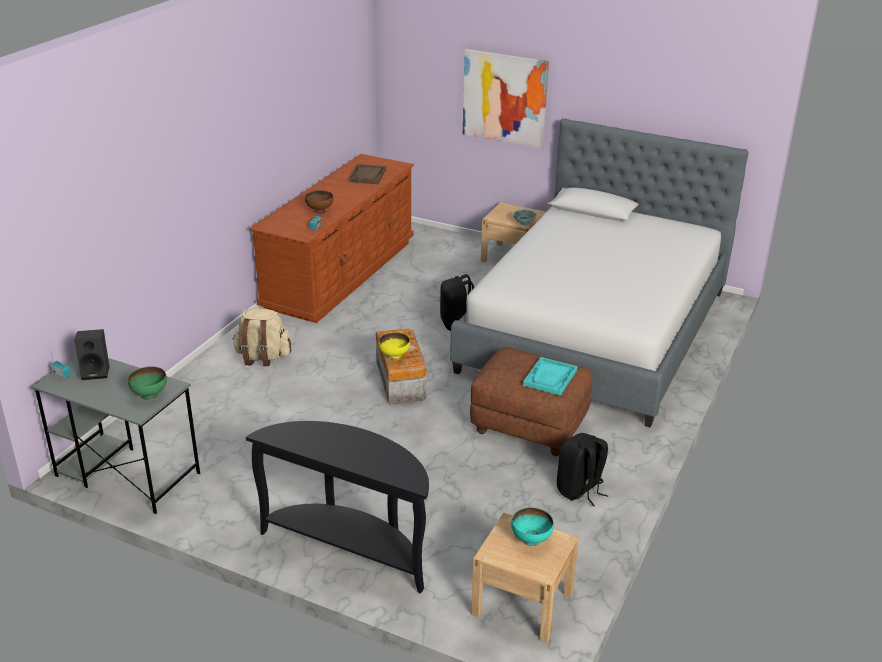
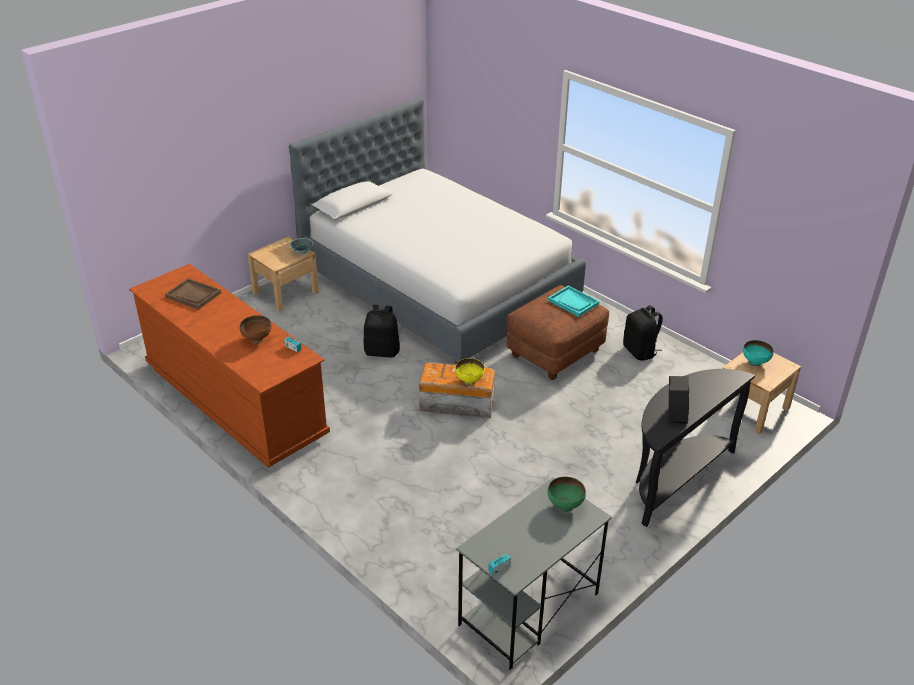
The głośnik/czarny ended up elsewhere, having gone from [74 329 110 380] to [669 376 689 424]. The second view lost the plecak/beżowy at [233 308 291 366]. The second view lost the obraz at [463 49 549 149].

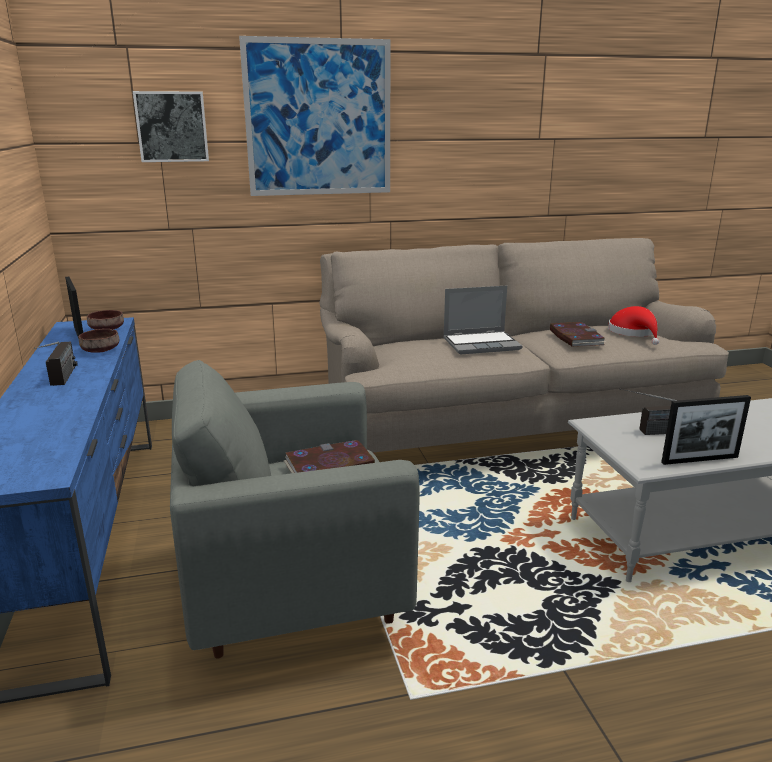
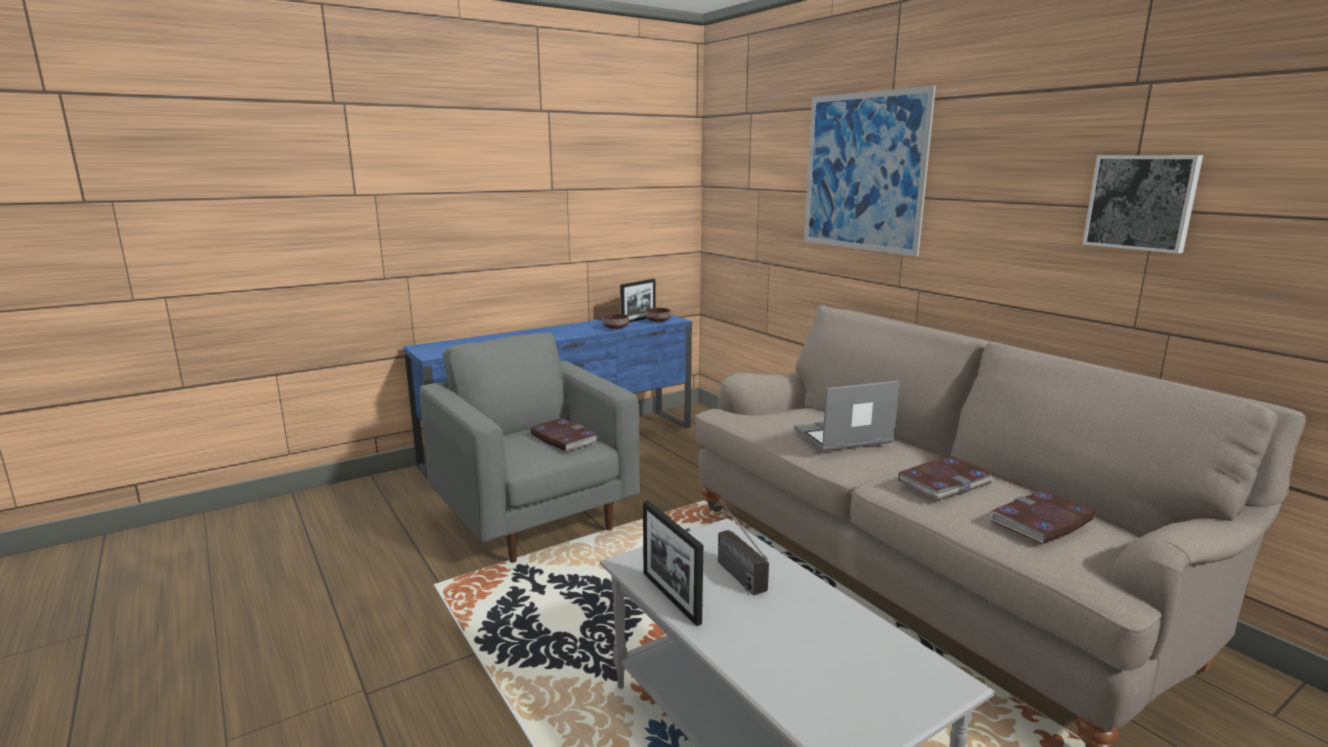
The laptop at [443 286 522 355] ended up facing another way, 105 degrees clockwise from before. Where the kapelusz/czerwony stood at [608 306 659 345], the książka came to stand at [990 491 1095 544]. The obraz ended up elsewhere, having gone from [133 91 209 162] to [1082 155 1203 254]. The second view lost the radio at [34 341 78 386].

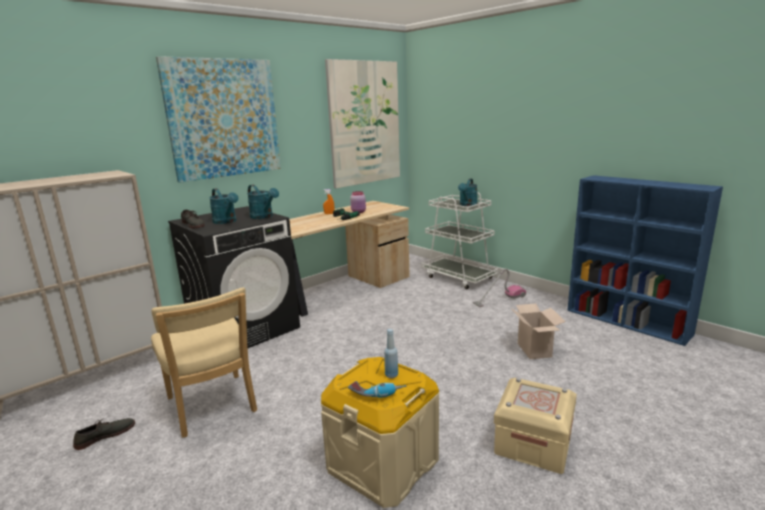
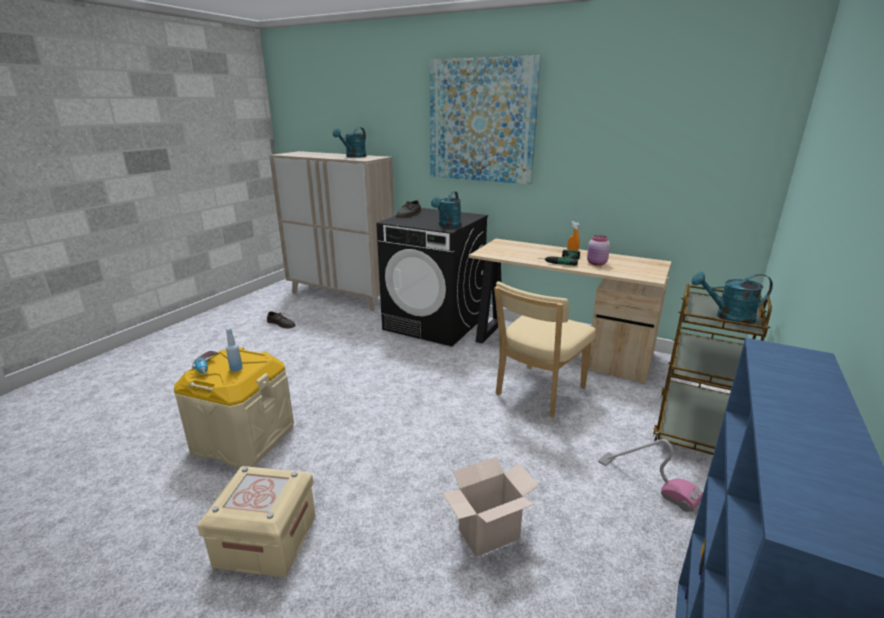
The konewka/turkusowy ended up elsewhere, having gone from [209 188 238 224] to [333 127 367 158]. The krzesło/beżowy ended up elsewhere, having gone from [151 287 257 438] to [494 281 596 417]. What was the wózek/biały at [421 192 498 289] turned into the wózek/brązowy at [653 284 772 455]. The second view lost the obraz at [325 59 400 188].

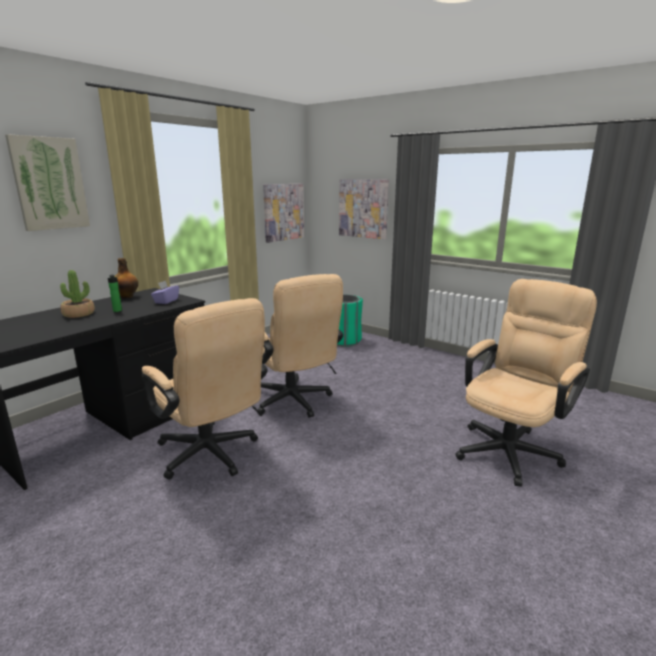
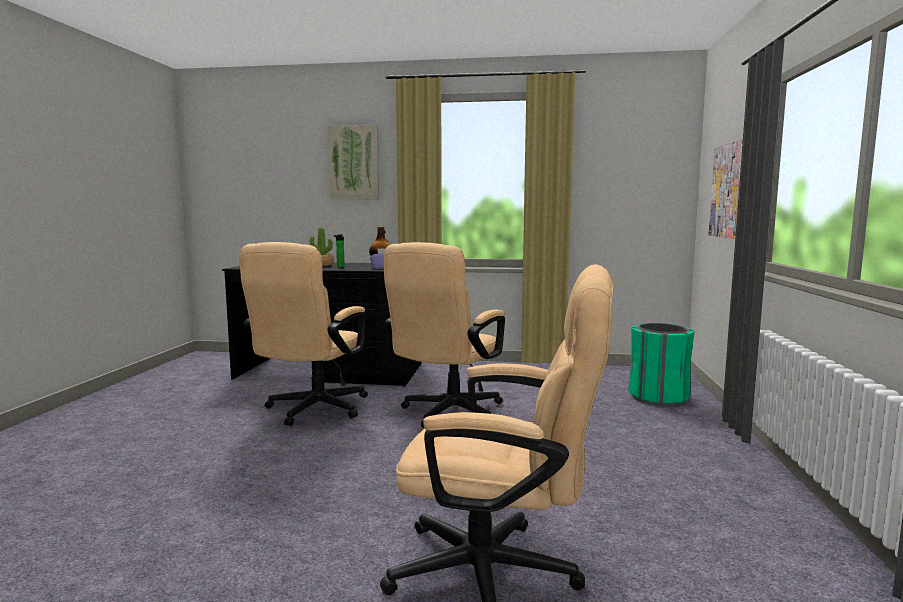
The second view lost the obraz at [263 184 304 243].

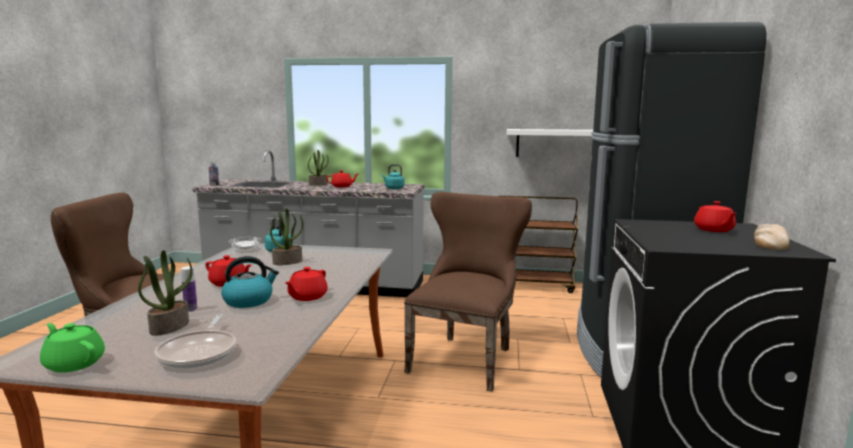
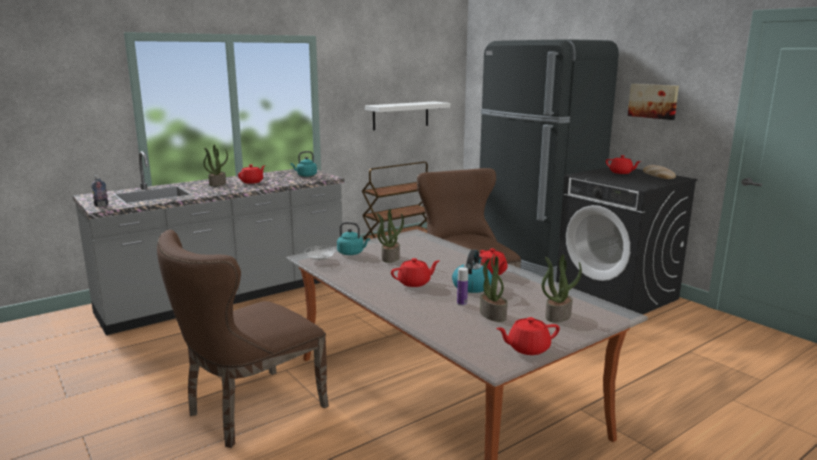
What was the imbryk/zielony at [40 323 105 373] turned into the imbryk/czerwony at [496 317 560 355]. Where the patelnia stood at [155 314 236 369], the roślina doniczkowa came to stand at [542 254 582 323]. The second view gained the obraz at [628 84 679 120].

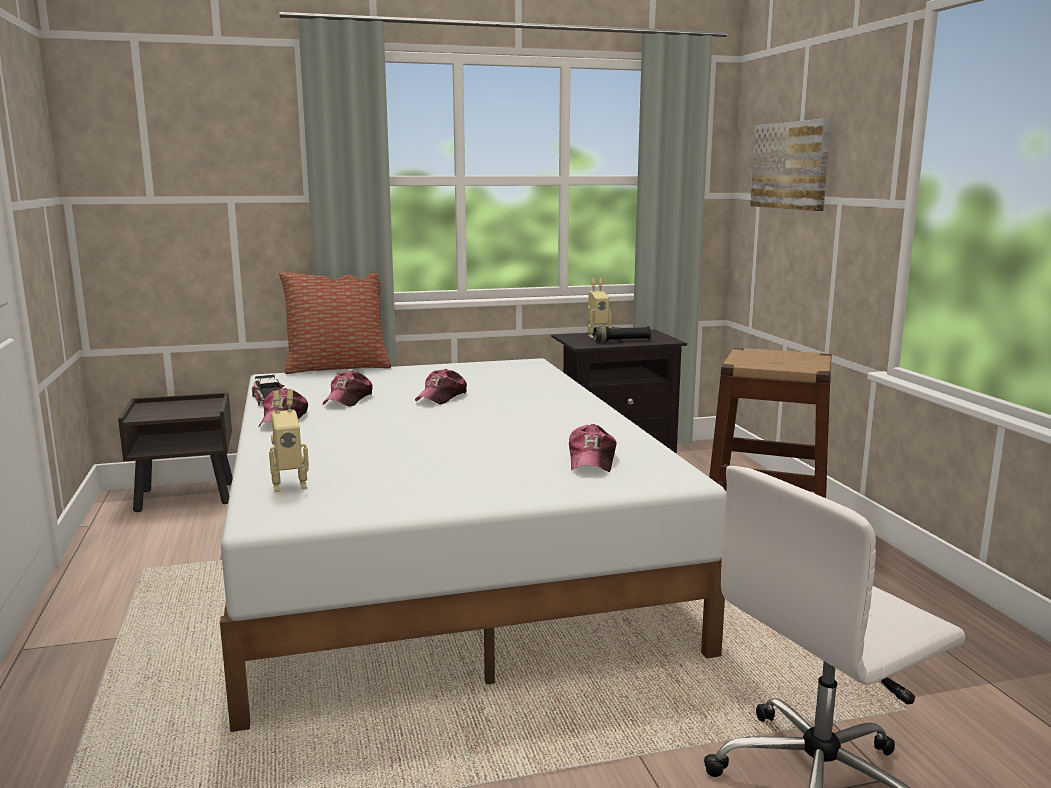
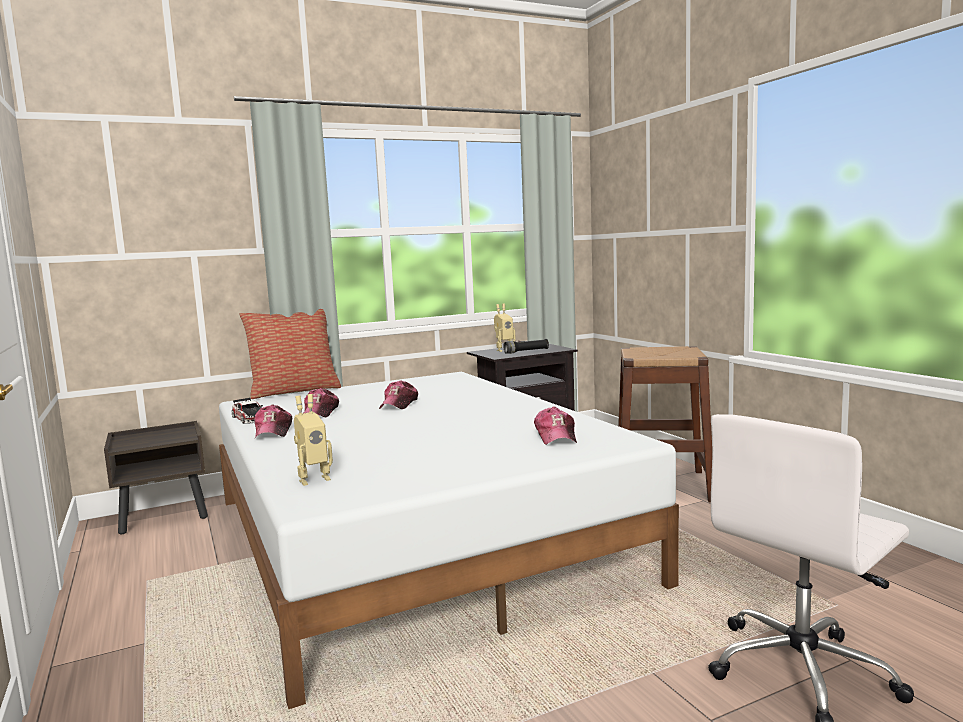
The second view lost the obraz at [750 119 831 211].

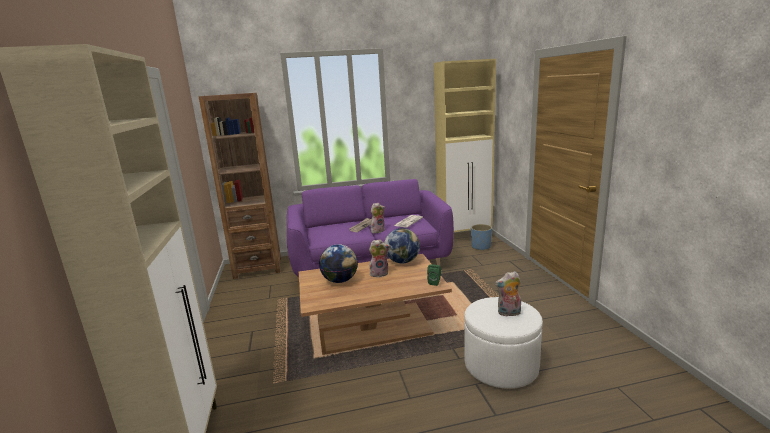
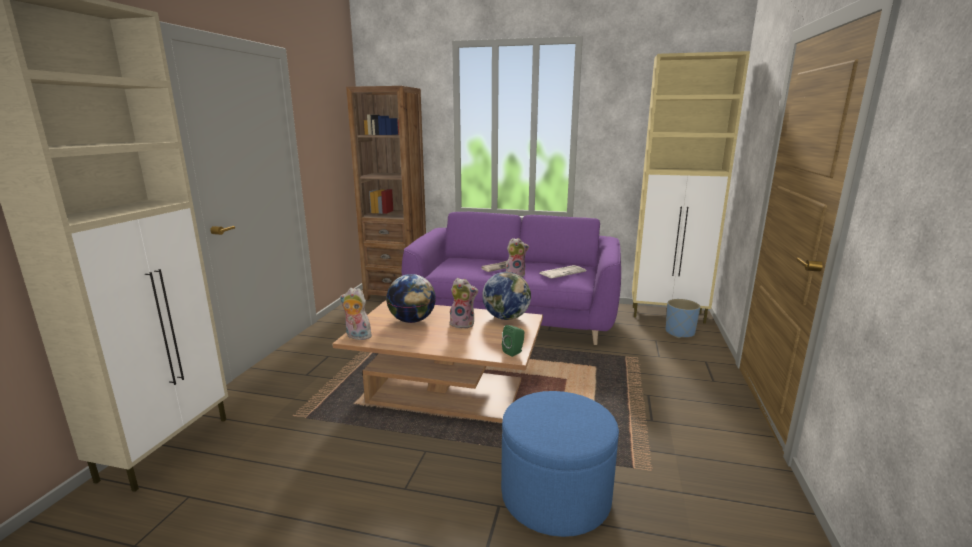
The pluszak ended up elsewhere, having gone from [495 271 521 317] to [340 288 372 340]. What was the pufa/biały at [464 297 543 389] turned into the pufa/niebieski at [501 391 619 537].

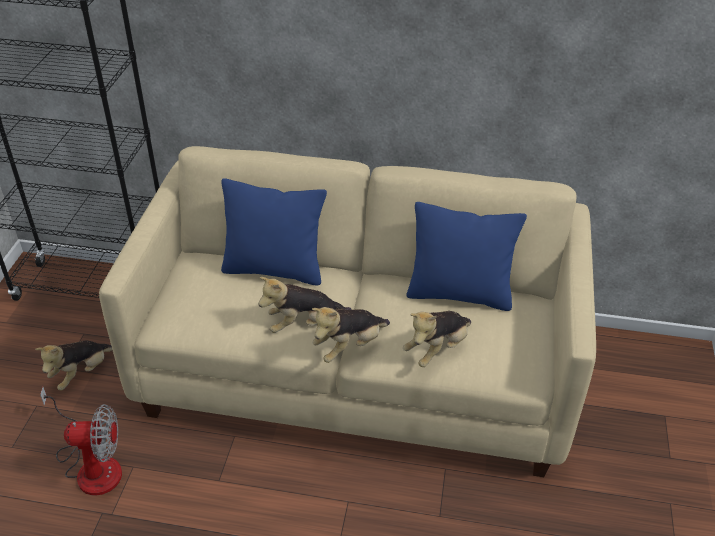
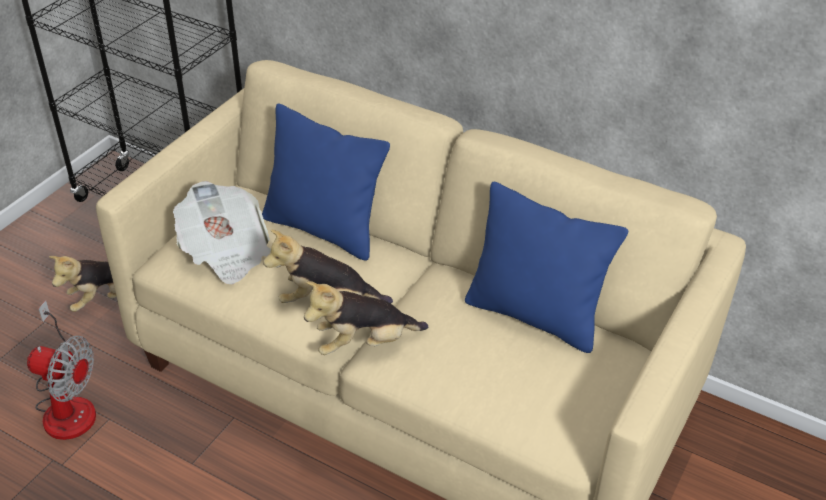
The second view gained the gazeta at [173 181 271 284]. The second view lost the pluszak at [403 311 471 367].

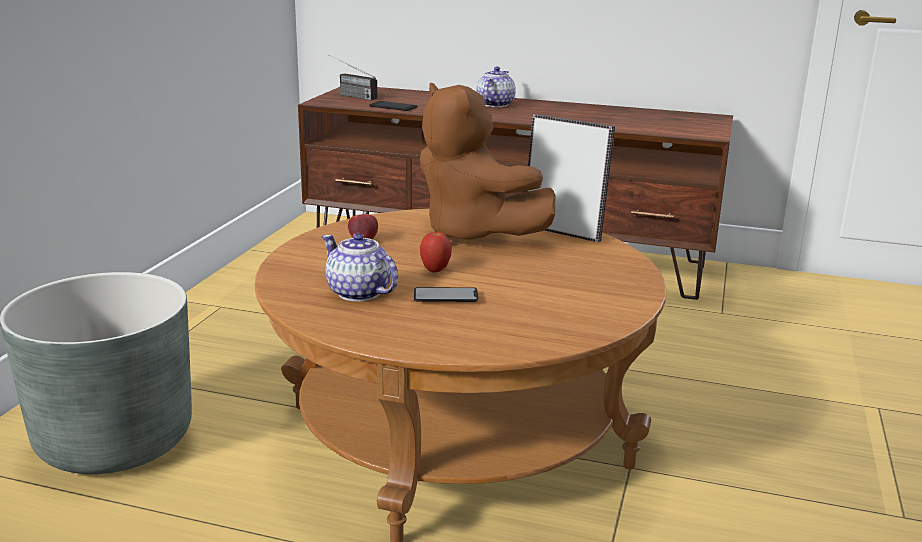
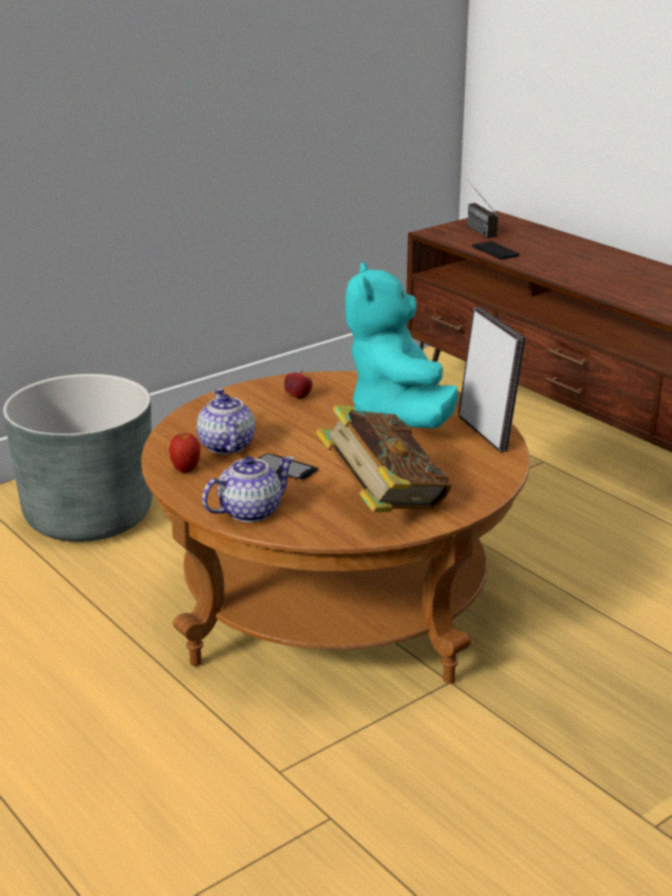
The jabłko ended up elsewhere, having gone from [420 230 452 273] to [169 432 200 473]. The imbryk ended up elsewhere, having gone from [477 66 516 107] to [202 456 295 522]. The second view gained the książka at [315 404 451 512]. What was the pluszak/brązowy at [420 83 555 240] turned into the pluszak/turkusowy at [345 262 459 428].

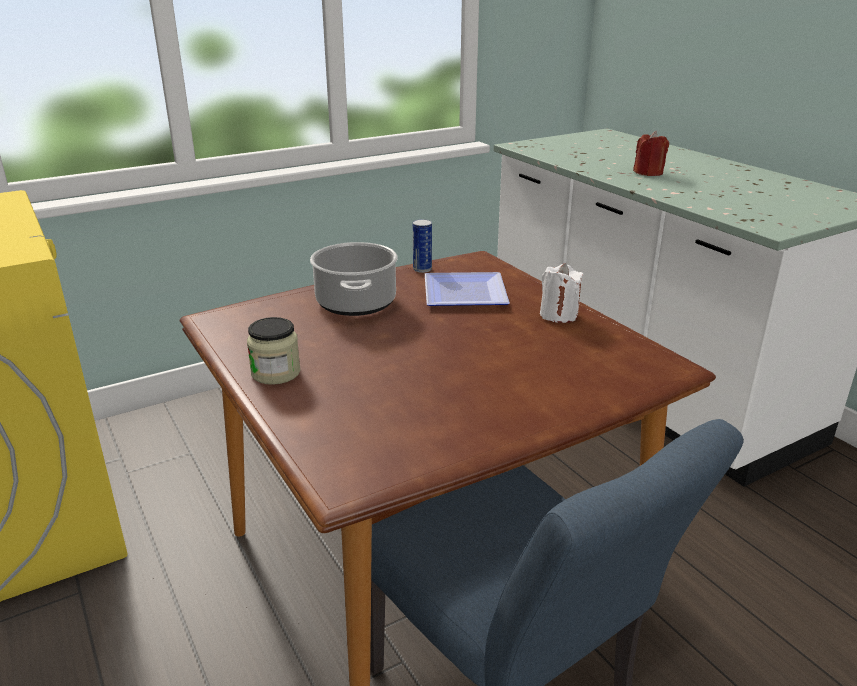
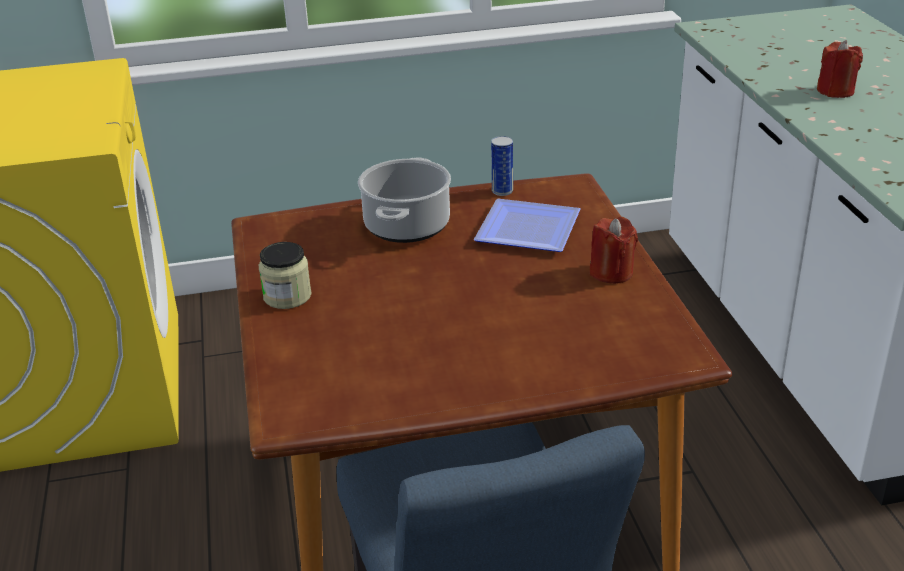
What was the świeca/biały at [540 263 583 323] turned into the świeca/czerwony at [589 217 638 284].

